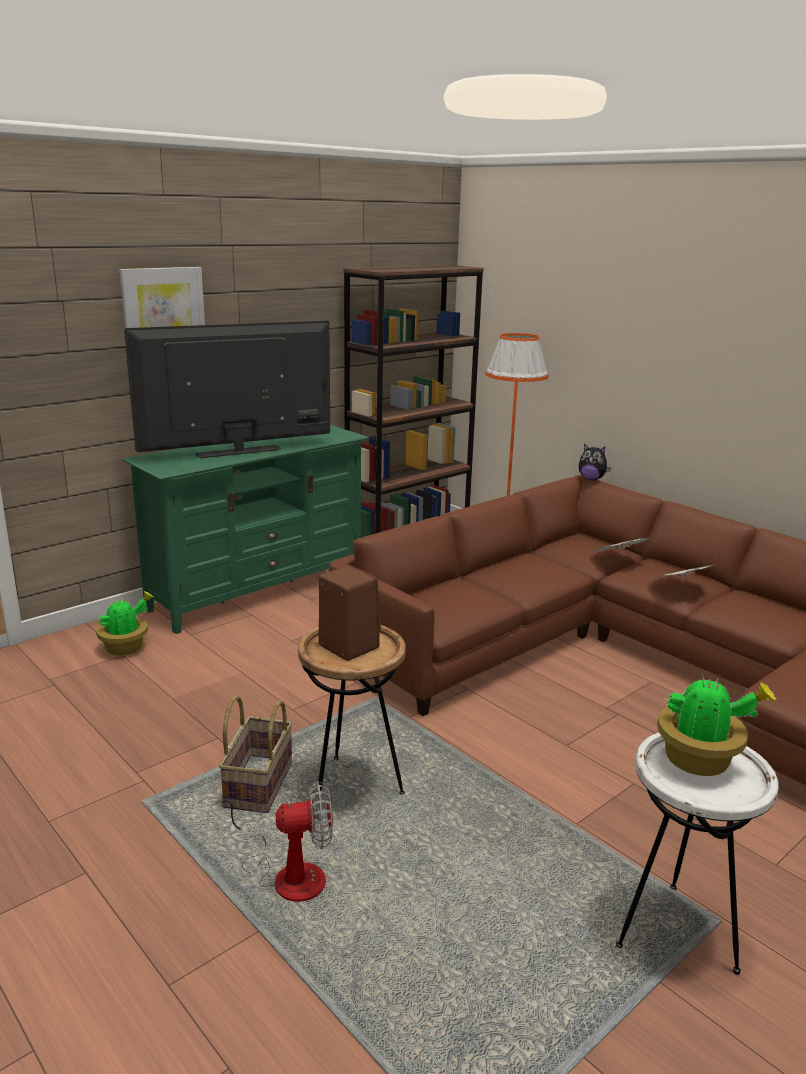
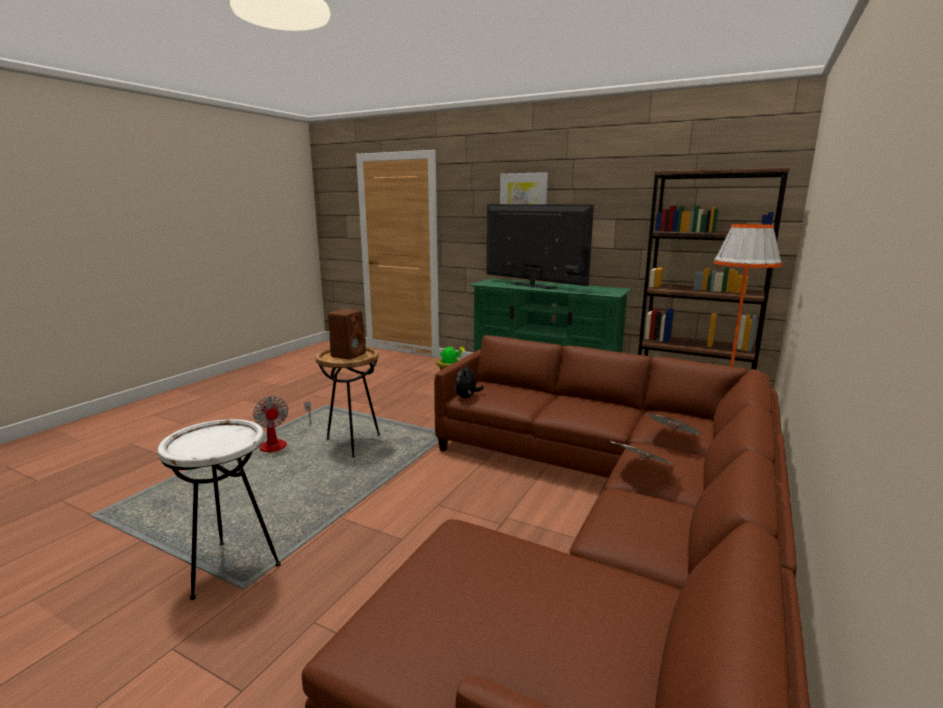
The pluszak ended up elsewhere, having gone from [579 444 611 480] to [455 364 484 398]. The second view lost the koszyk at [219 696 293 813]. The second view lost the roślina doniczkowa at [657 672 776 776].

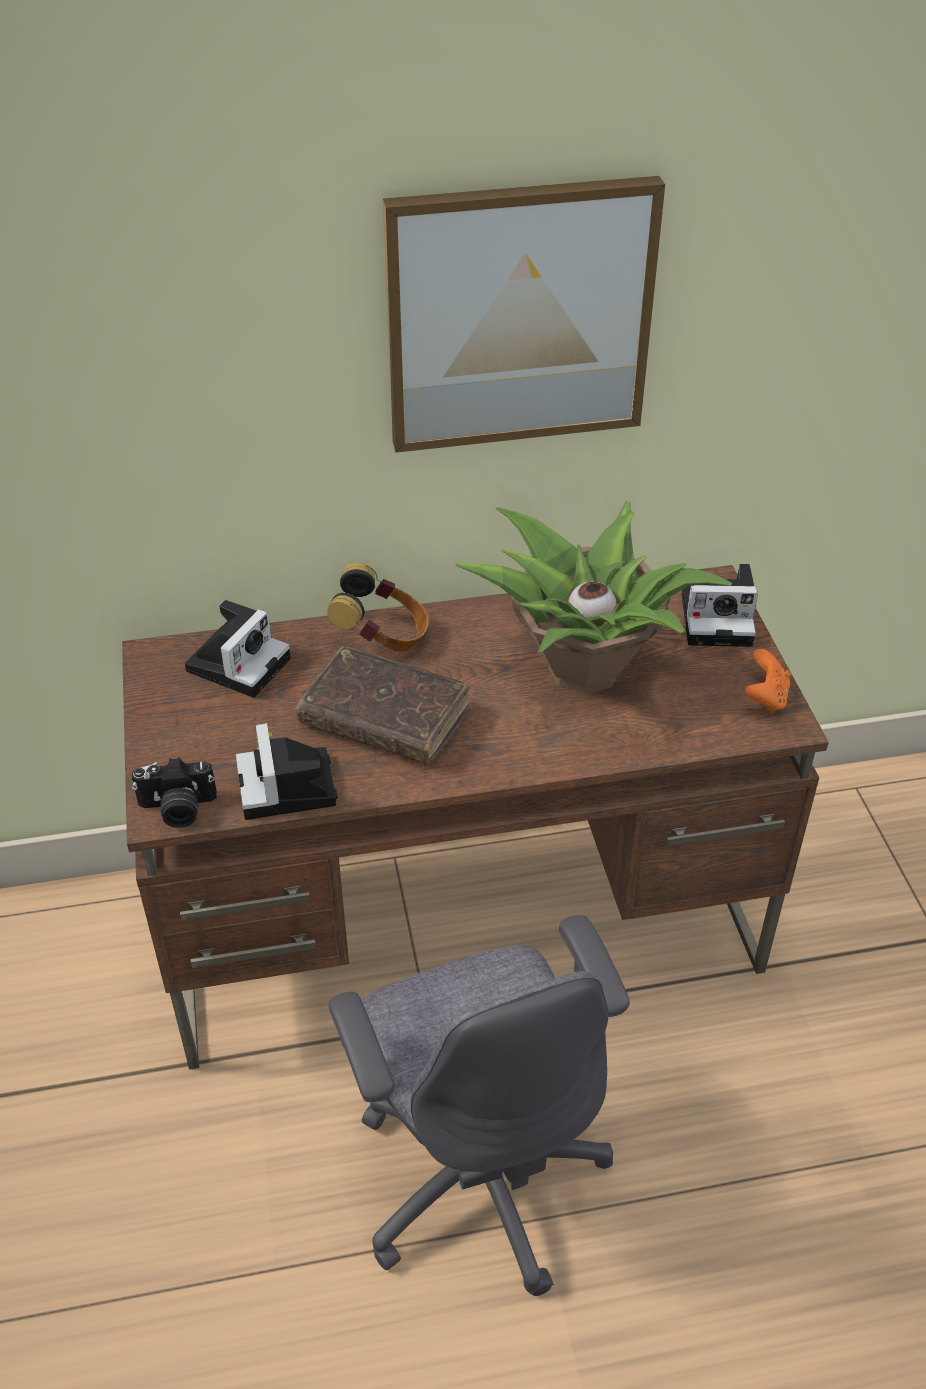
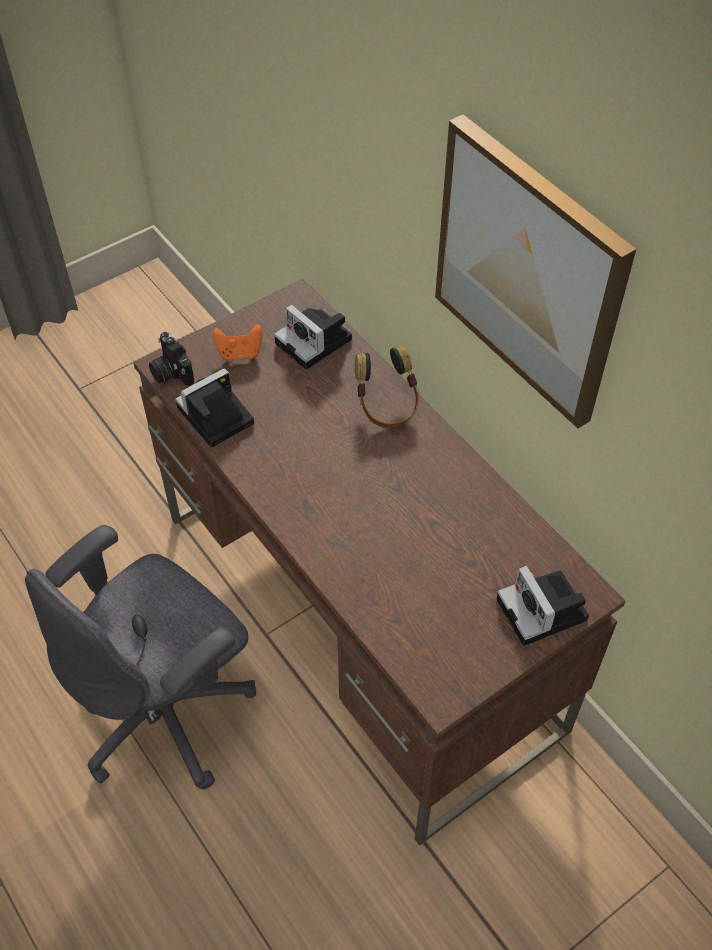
The pad do gier/pomarańczowy ended up elsewhere, having gone from [745 649 791 713] to [213 324 262 361]. The aparat fotograficzny at [185 600 291 698] ended up facing another way, 45 degrees clockwise from before. The second view lost the książka/brązowy at [296 645 470 764]. The second view lost the roślina doniczkowa at [455 501 732 694].

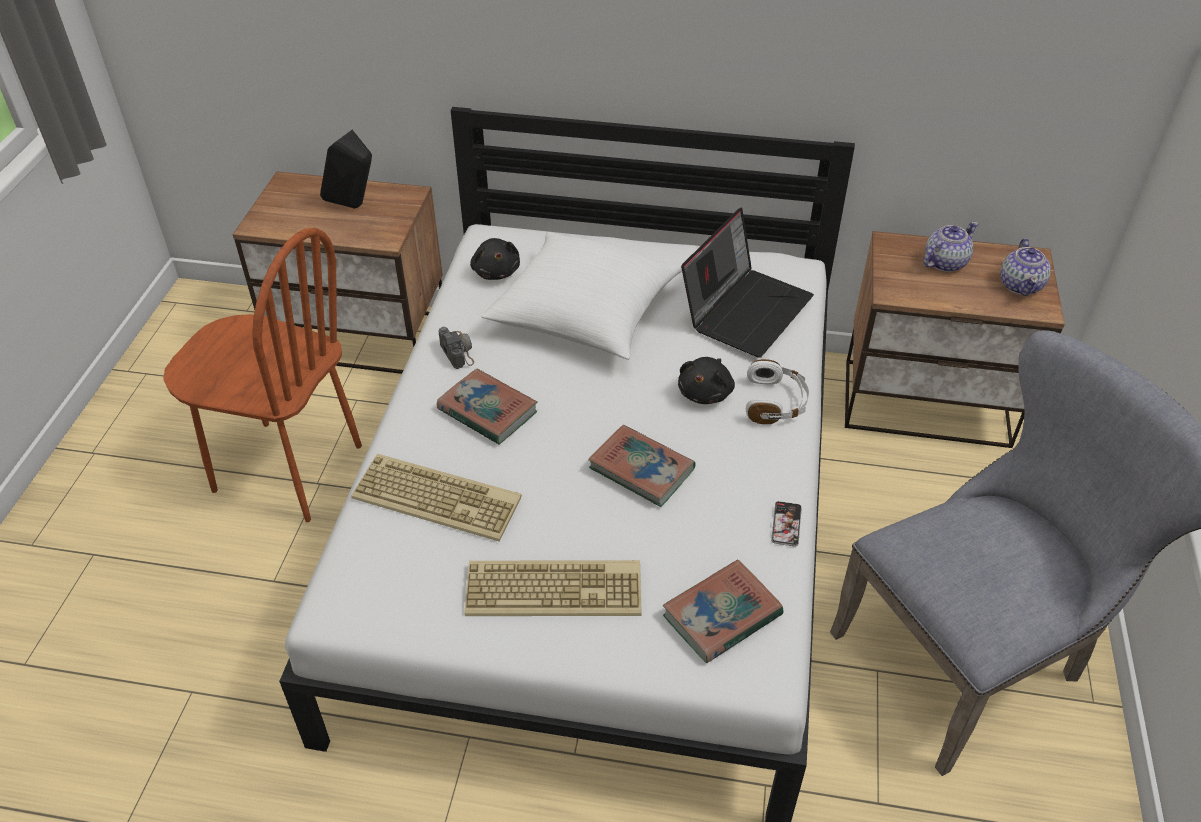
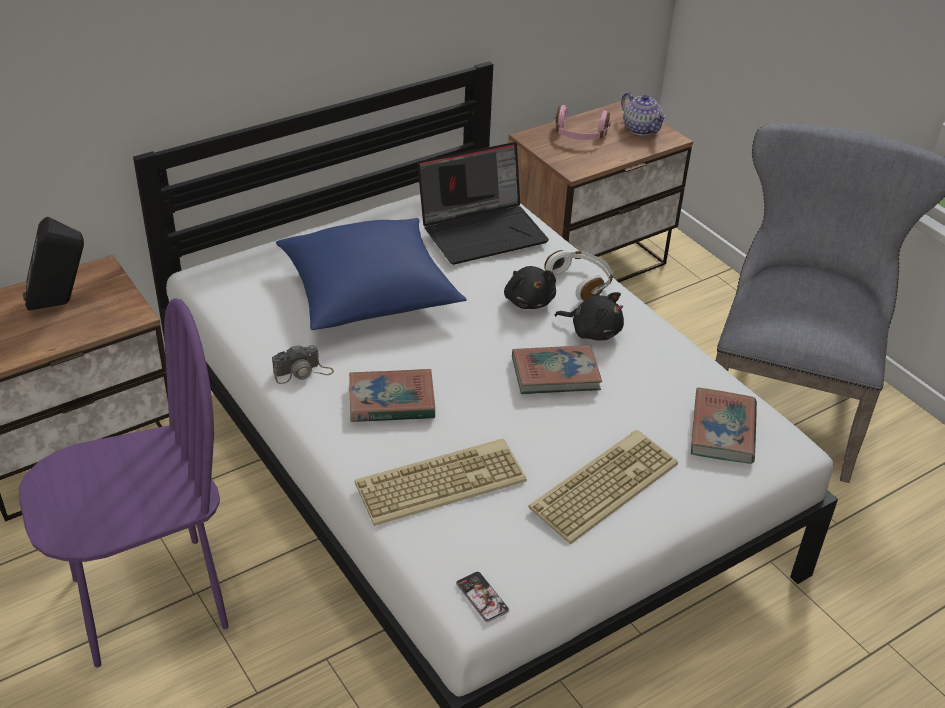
What was the krzesło/brązowy at [163 228 362 522] turned into the krzesło/fioletowy at [19 298 229 668]. The aparat fotograficzny at [439 327 474 369] ended up facing another way, 135 degrees clockwise from before. What was the poduszka/biały at [481 232 682 360] turned into the poduszka/niebieski at [276 218 467 330]. The laptop at [681 208 814 358] ended up facing another way, 75 degrees clockwise from before. The telefon ended up elsewhere, having gone from [771 501 802 547] to [456 572 509 622]. Where the imbryk stood at [923 221 978 272], the słuchawki/różowy came to stand at [554 105 610 140]. The pluszak/czarny ended up elsewhere, having gone from [470 238 520 280] to [554 292 624 340].

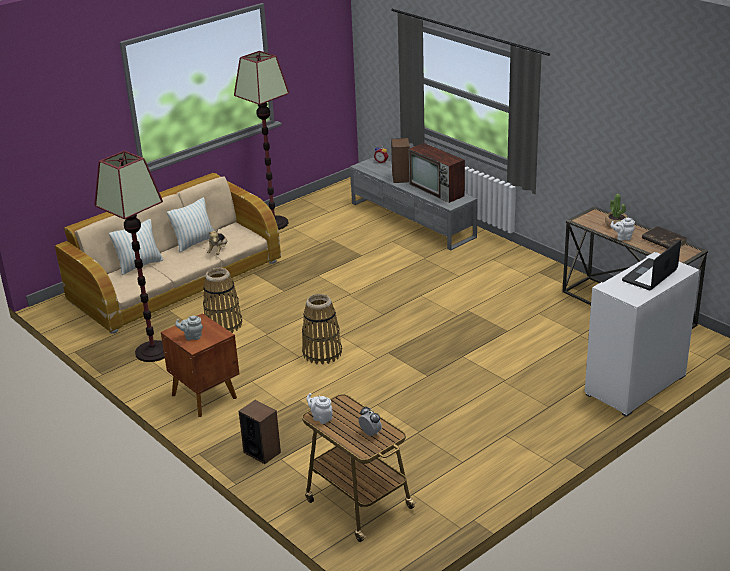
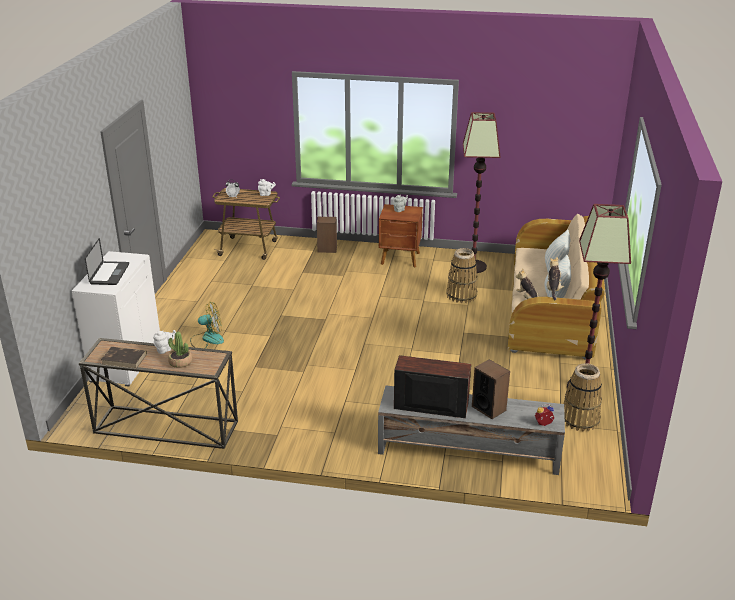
The second view gained the wentylator at [190 302 224 349]. The second view gained the pluszak at [547 257 564 300]. The koszyk ended up elsewhere, having gone from [302 294 342 365] to [564 363 602 431].

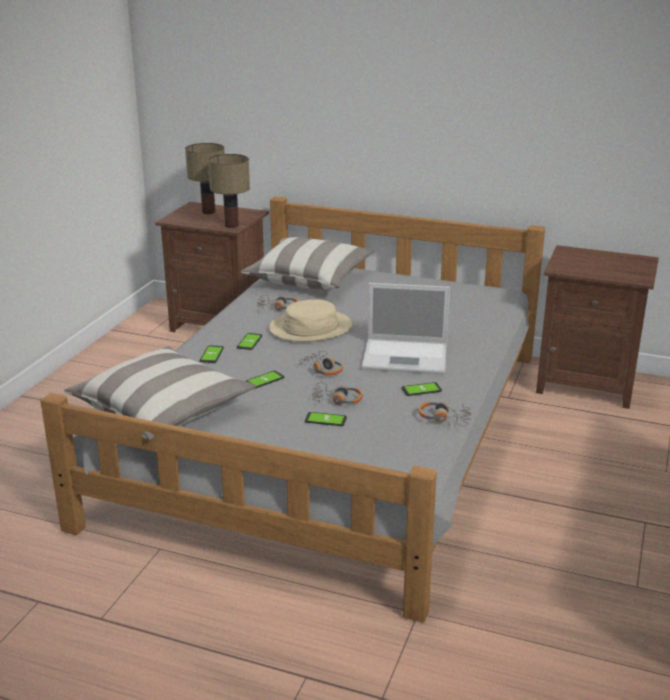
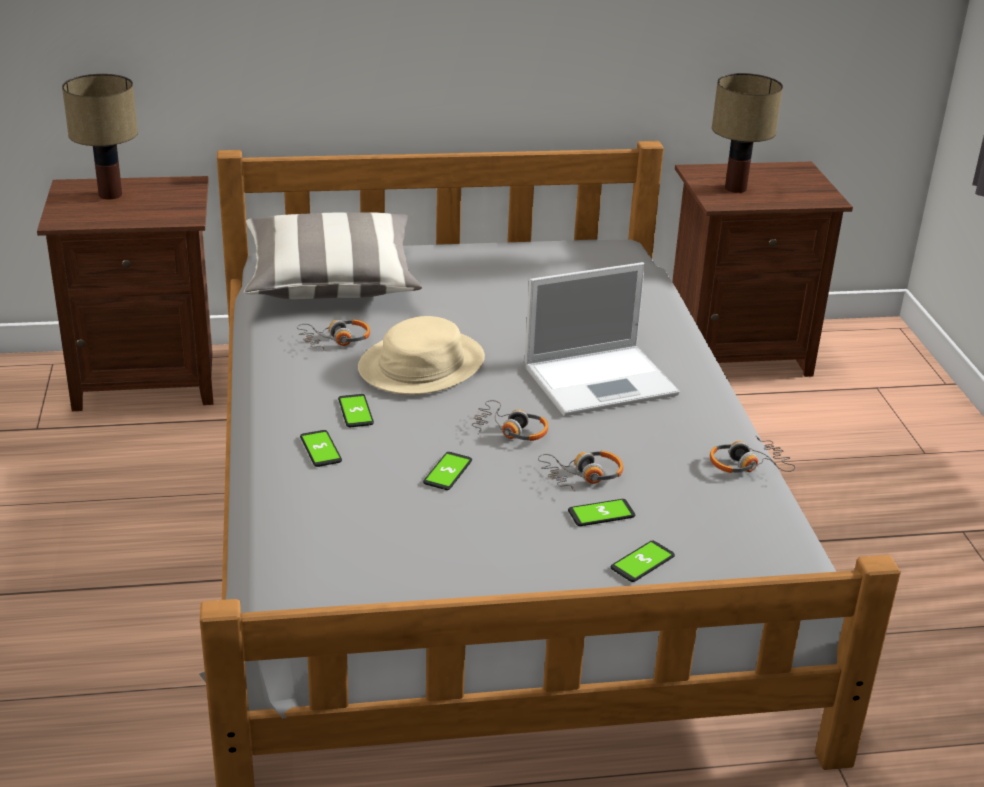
The telefon ended up elsewhere, having gone from [402 382 442 396] to [611 540 675 582]. The lampa stołowa ended up elsewhere, having gone from [208 154 250 228] to [712 73 783 193]. The second view lost the poduszka at [64 346 256 441].

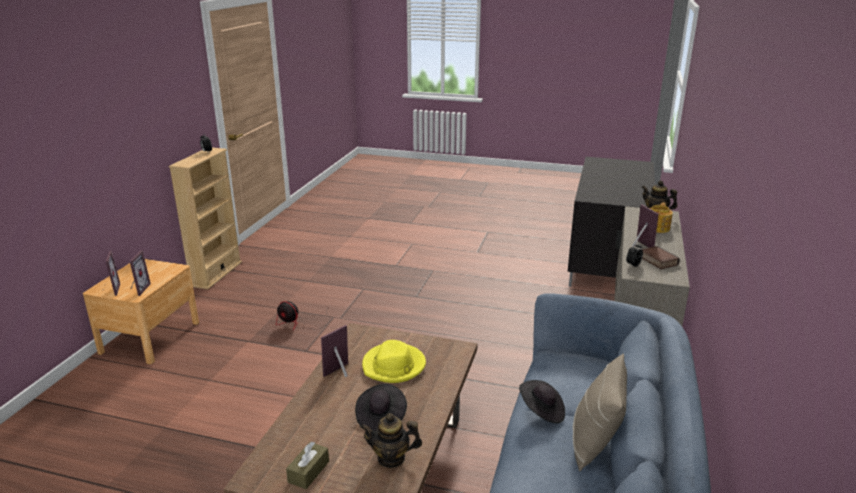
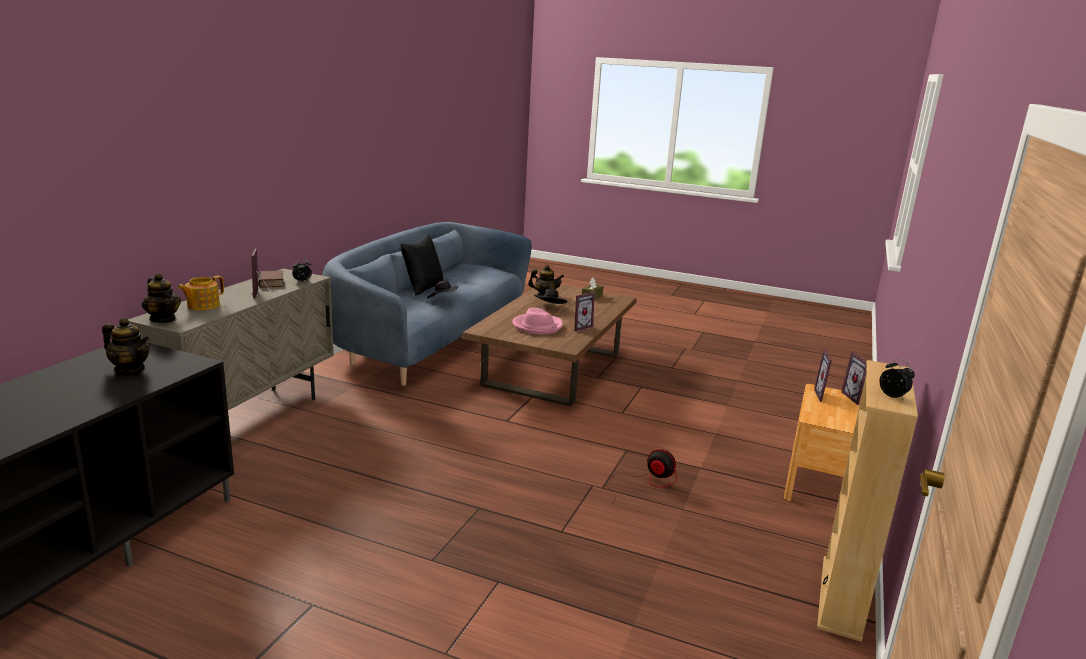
The second view gained the imbryk at [102 318 150 374]. What was the poduszka/beżowy at [573 354 627 471] turned into the poduszka/czarny at [400 234 444 295]. What was the kapelusz/żółty at [362 340 426 383] turned into the kapelusz/różowy at [512 308 563 334].

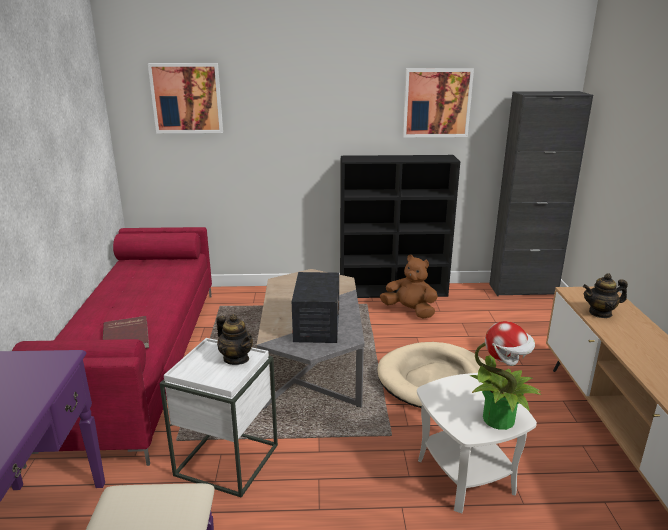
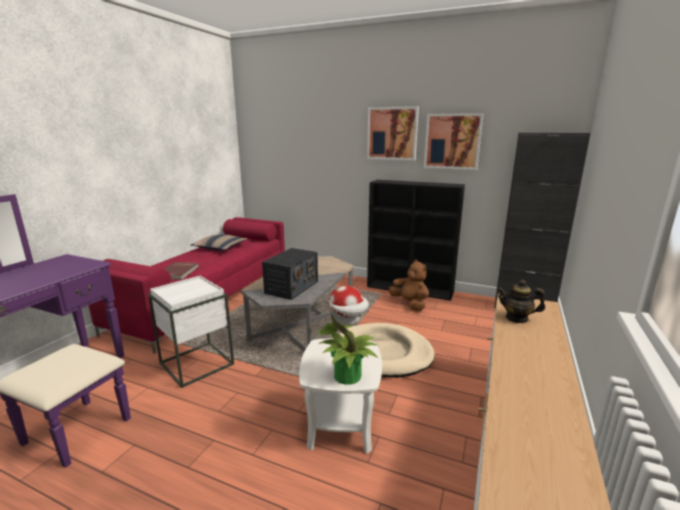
The second view gained the poduszka at [190 234 248 251]. The obraz ended up elsewhere, having gone from [148 63 223 133] to [367 106 419 161]. The second view lost the imbryk at [216 314 253 365].

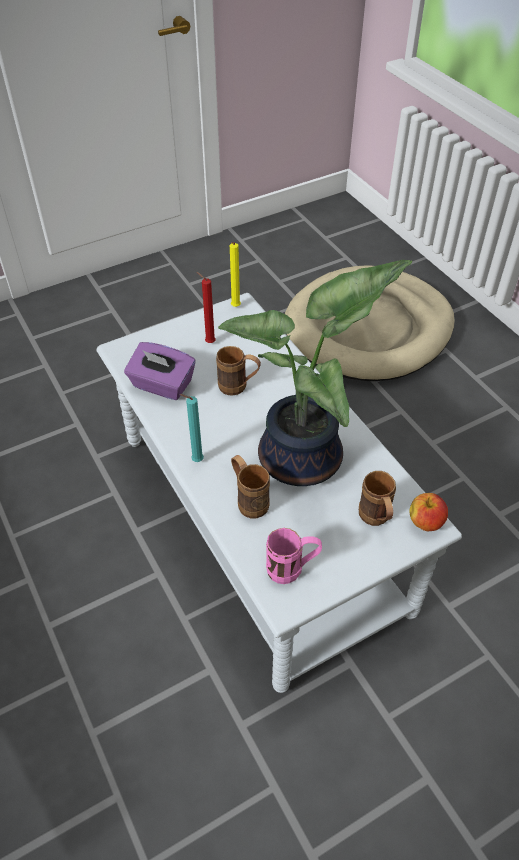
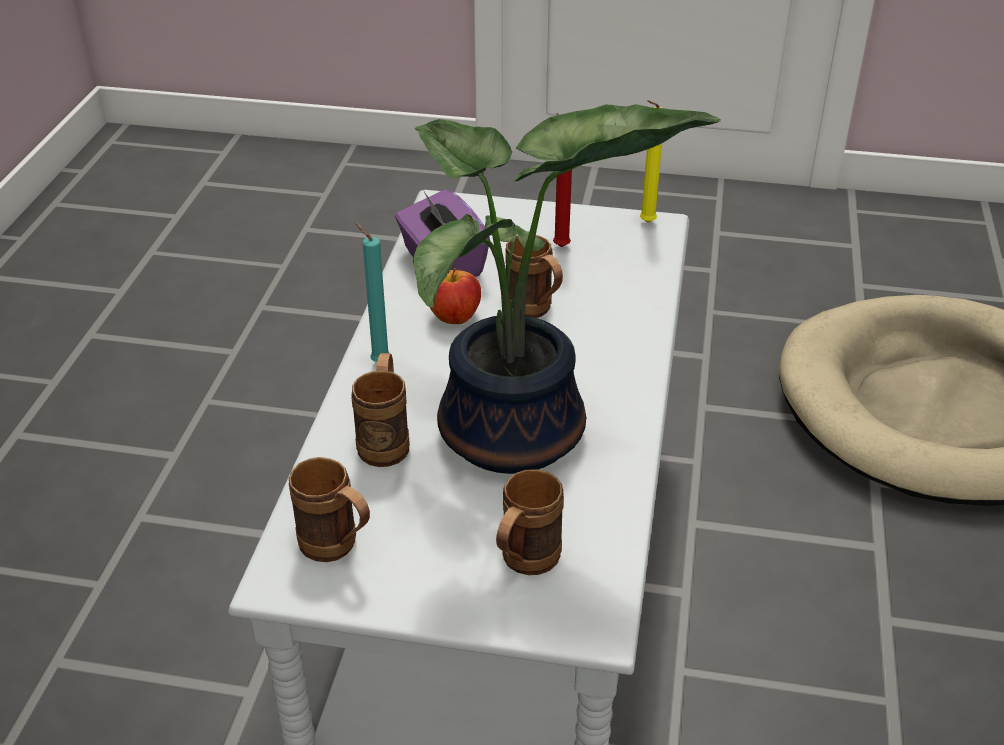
What was the kubek/różowy at [266 528 322 584] turned into the kubek/brązowy at [289 457 370 562]. The jabłko ended up elsewhere, having gone from [409 493 448 531] to [430 268 481 324].

